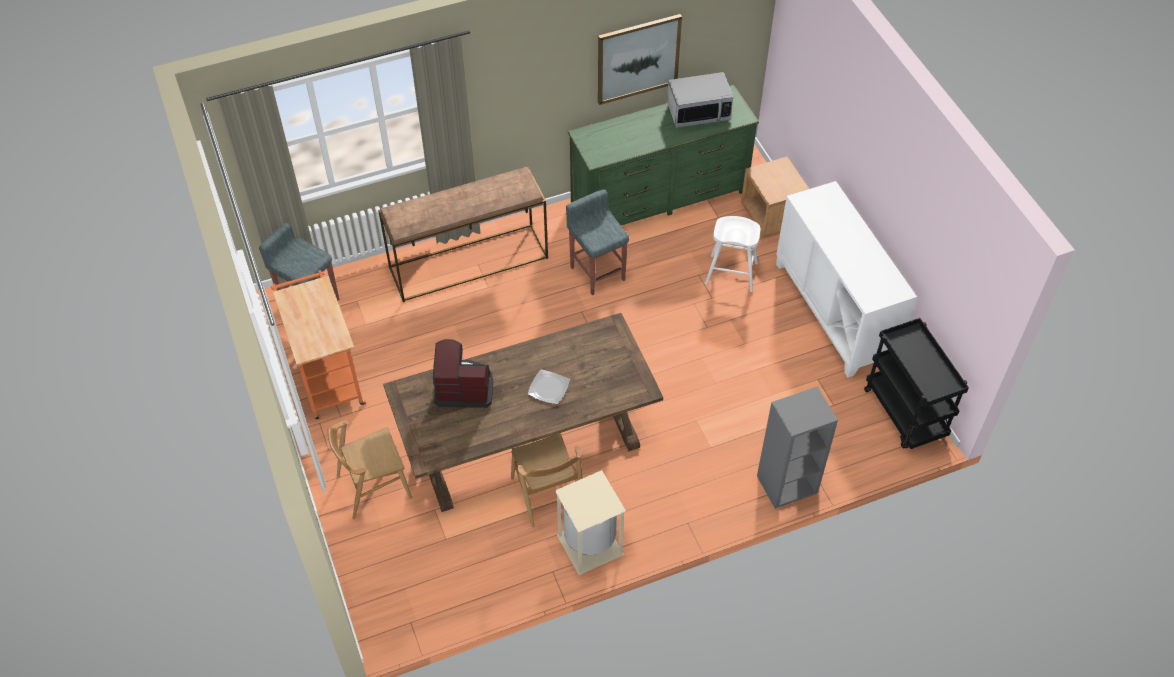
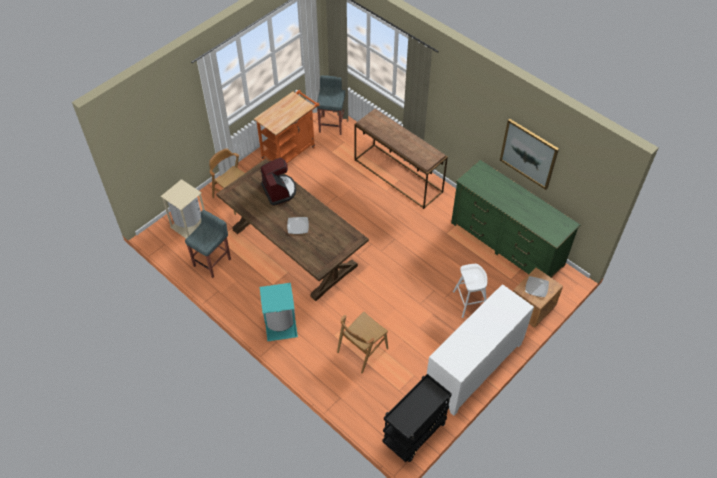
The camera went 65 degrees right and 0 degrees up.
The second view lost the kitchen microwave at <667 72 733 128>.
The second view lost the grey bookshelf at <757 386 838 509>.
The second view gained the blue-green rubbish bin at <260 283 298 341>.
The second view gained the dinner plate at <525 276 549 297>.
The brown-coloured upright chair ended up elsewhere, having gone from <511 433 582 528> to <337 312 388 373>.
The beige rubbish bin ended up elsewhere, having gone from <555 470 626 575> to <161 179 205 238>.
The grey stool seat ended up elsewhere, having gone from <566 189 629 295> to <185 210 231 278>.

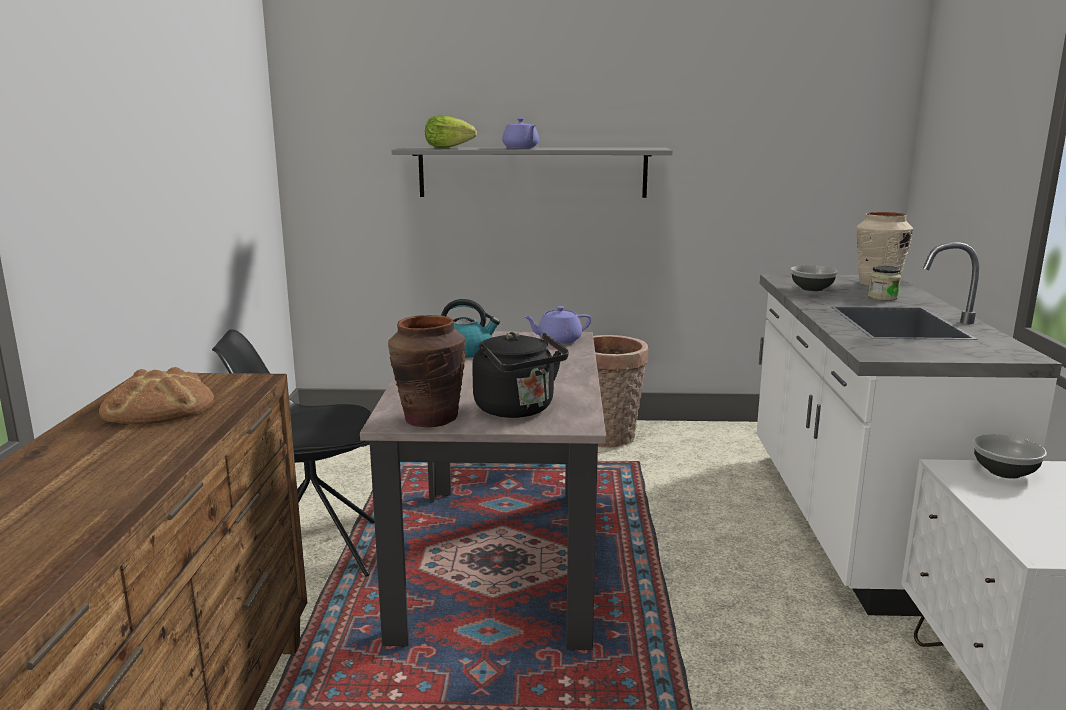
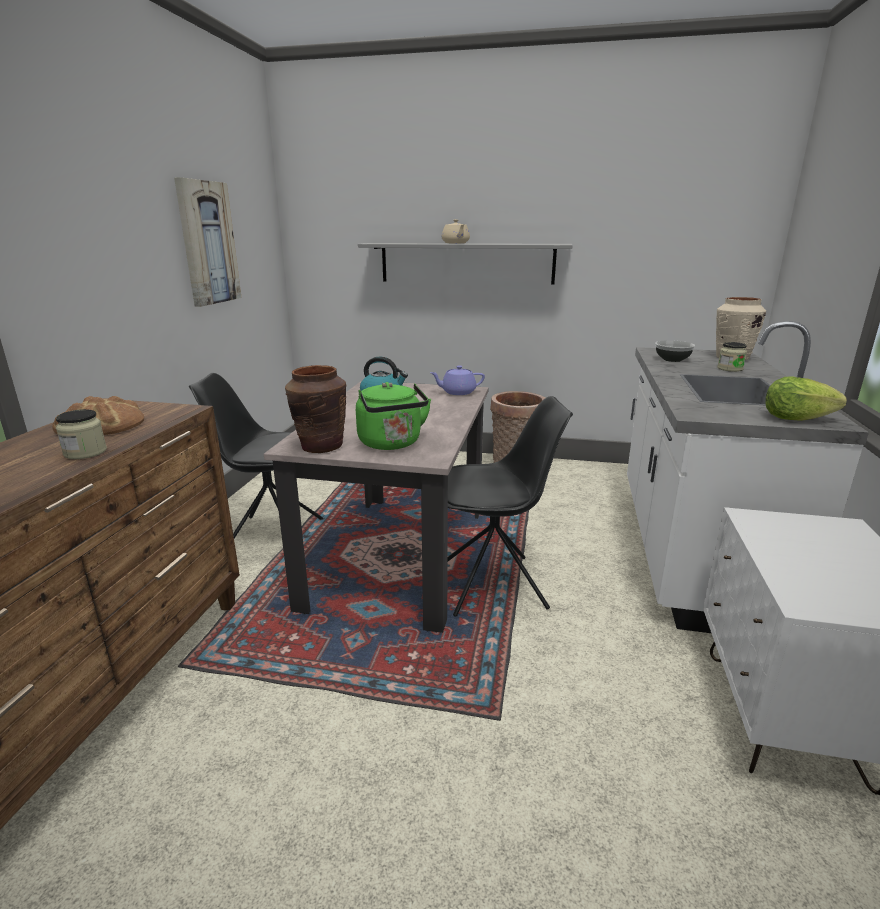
The camera went 10 degrees right and 5 degrees up.
The second view lost the deep dish at <973 434 1047 479>.
The second view gained the jar at <56 409 107 459>.
The second view gained the picture at <174 177 241 307>.
The second view gained the black-coloured upright chair at <448 396 573 617>.
The lettuce ended up elsewhere, having gone from <425 115 477 148> to <766 376 847 421>.
What was the black-coloured kettle at <472 332 569 418> turned into the greenish kettle at <356 382 431 450>.
What was the purple teapot at <502 118 539 148> turned into the beige teapot at <441 219 470 244>.

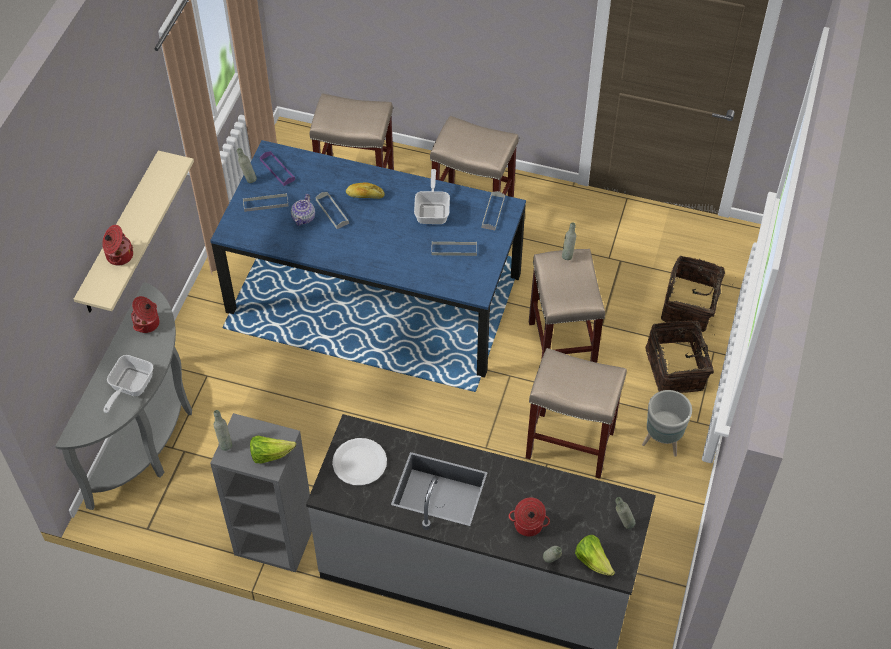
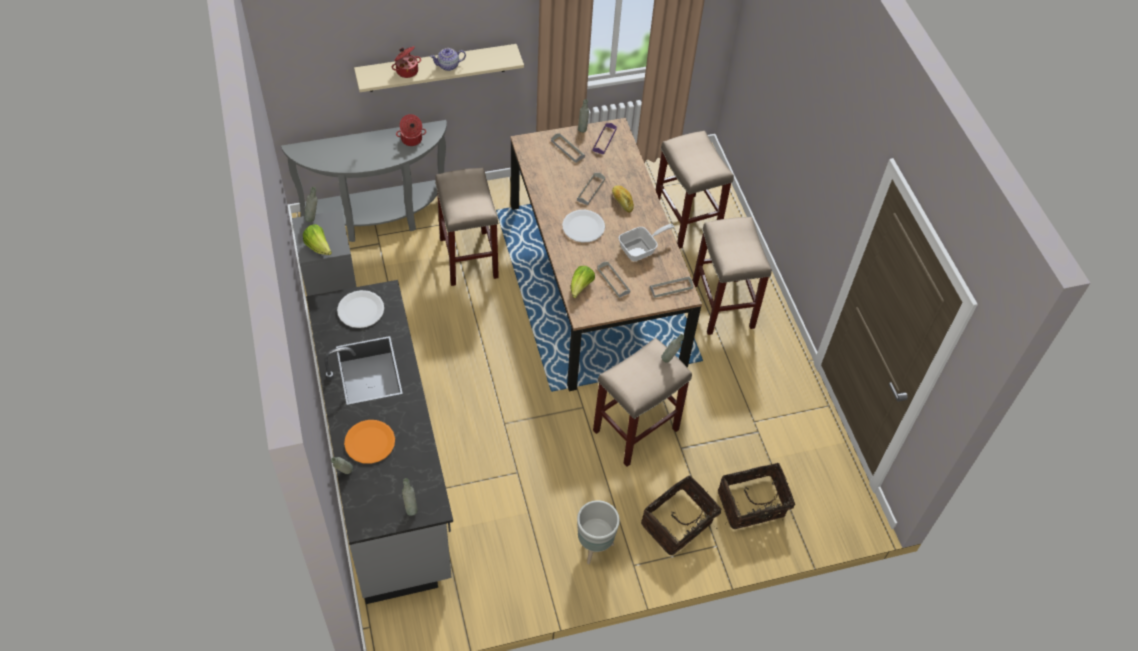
The camera went 55 degrees right and 0 degrees up.
The second view lost the skillet at <103 355 153 413>.
The second view gained the white-coloured dinner plate at <562 210 605 243>.
The teapot ended up elsewhere, having gone from <291 194 315 226> to <430 48 466 71>.
The beige stool seat ended up elsewhere, having gone from <526 348 627 479> to <435 167 499 286>.
The lettuce ended up elsewhere, having gone from <575 535 615 576> to <571 266 595 298>.
Where the saucepot stood at <509 497 550 537>, the orangey dinner plate came to stand at <344 420 395 464>.
What was the bluish dinner table at <210 140 526 378> turned into the brown-coloured dinner table at <510 118 702 391>.

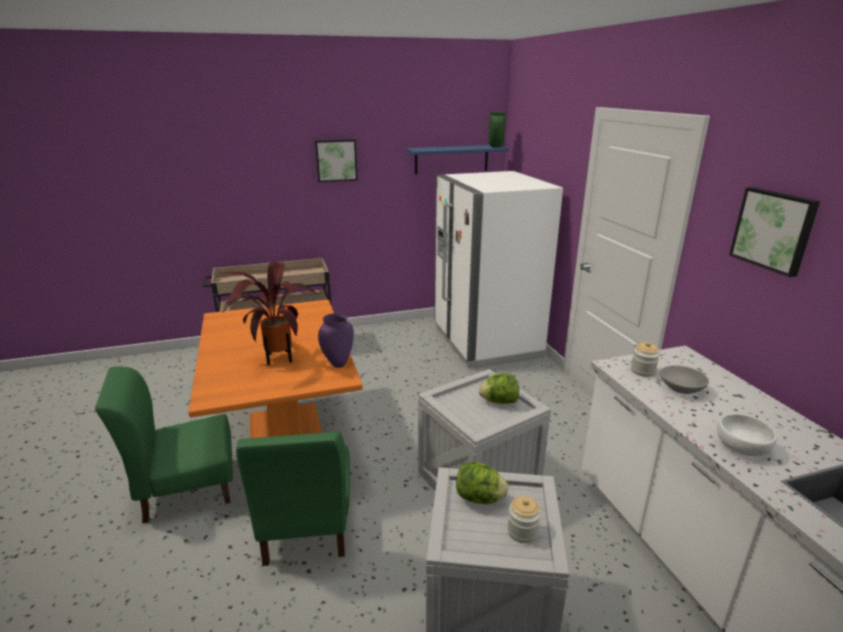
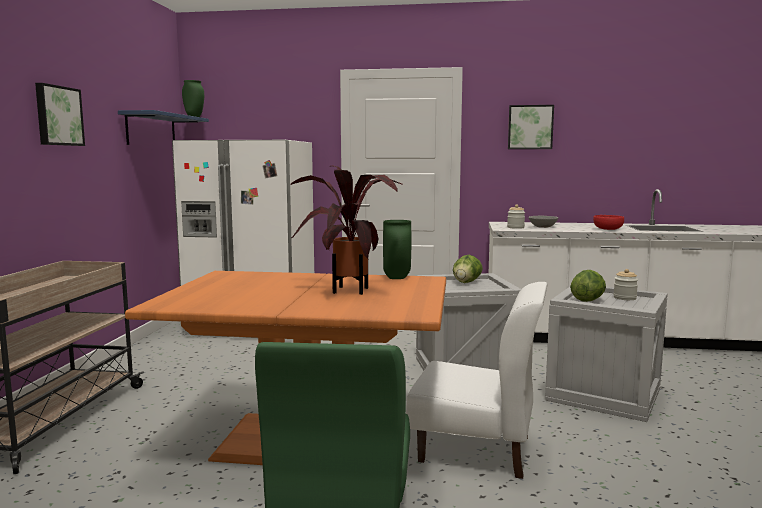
The camera went 65 degrees left and 15 degrees down.
What was the greenish upright chair at <236 432 350 566> turned into the white-coloured upright chair at <406 282 547 479>.
What was the purple decorative vase at <318 313 354 368> turned into the greenish decorative vase at <383 220 412 279>.
What was the white-coloured deep dish at <717 414 777 456> turned into the red deep dish at <593 215 624 230>.

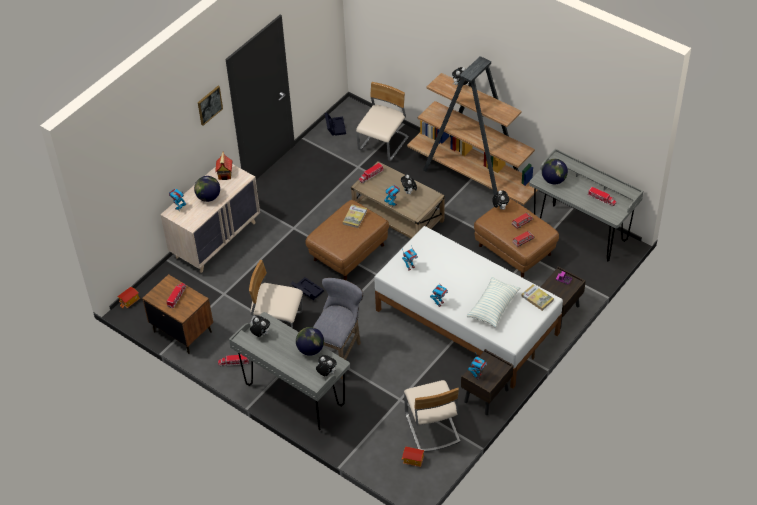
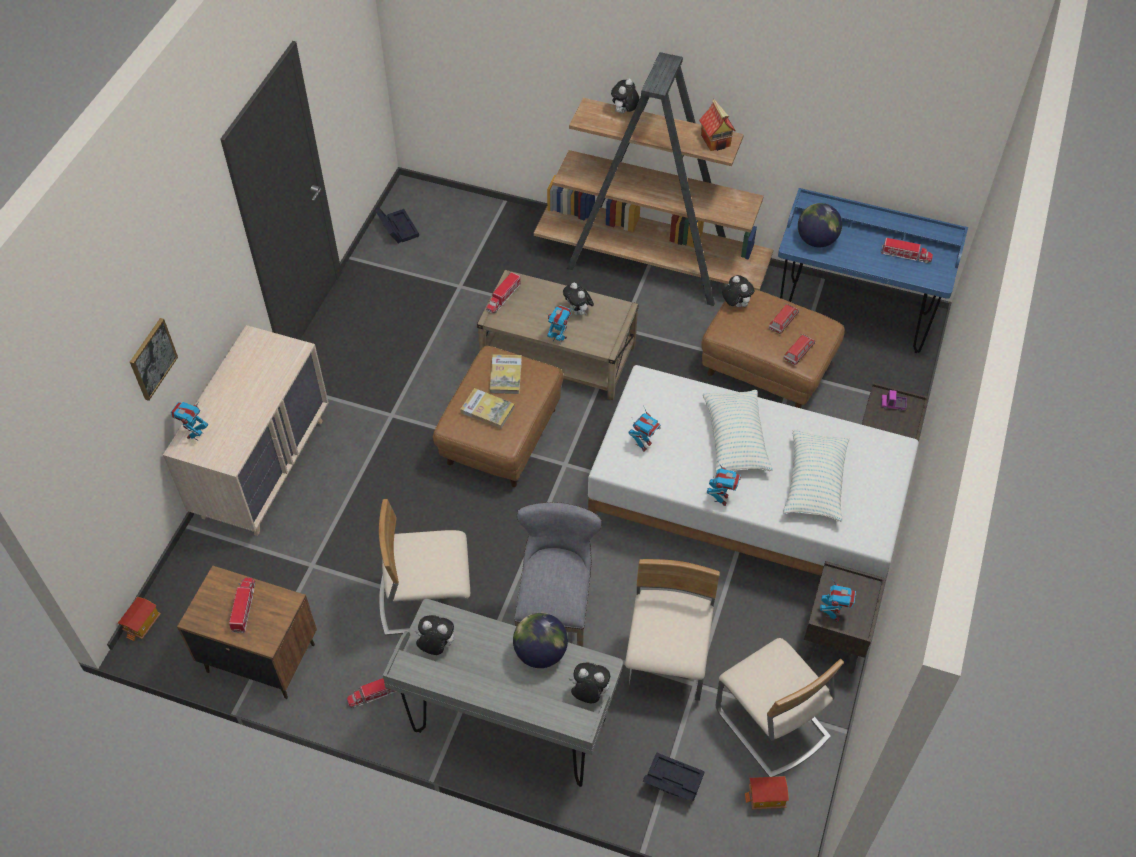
The camera went 20 degrees left and 5 degrees up.
The second view lost the globe at <194 176 220 202>.
The second view gained the pillow at <703 390 773 473>.
The picture ended up elsewhere, having gone from <198 86 223 126> to <130 318 178 401>.
The toy house ended up elsewhere, having gone from <215 152 232 180> to <699 99 736 151>.
The black-coloured storage box ended up elsewhere, having gone from <291 277 324 300> to <643 752 705 801>.
The beige upright chair ended up elsewhere, having gone from <356 82 409 161> to <624 559 720 701>.
The book ended up elsewhere, having gone from <521 284 554 311> to <460 388 515 429>.
What was the grey desk at <529 149 643 261> turned into the bluish desk at <778 188 968 353>.

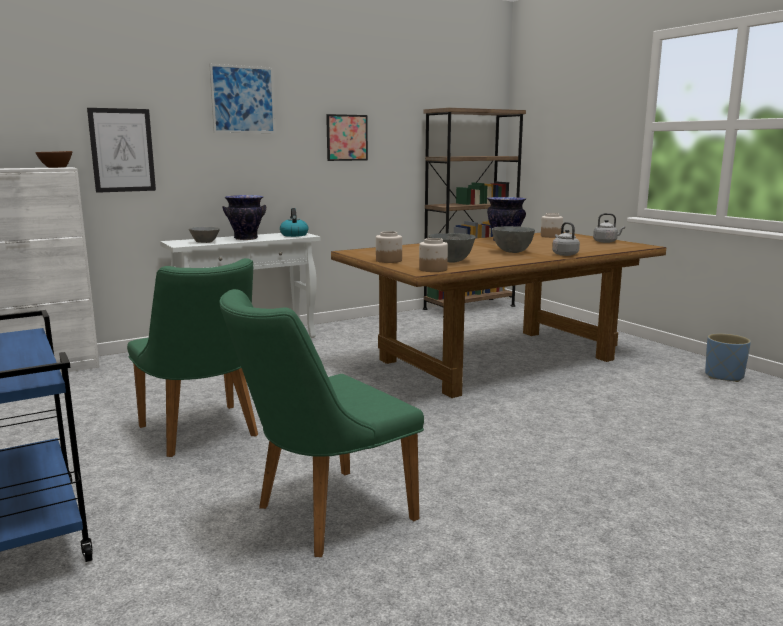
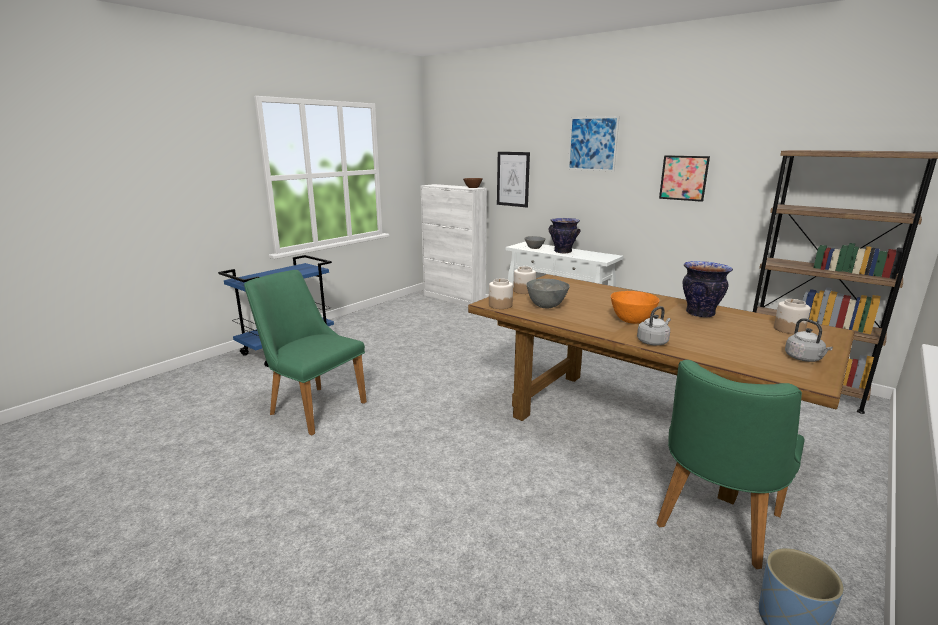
The camera went 70 degrees right and 5 degrees up.
The second view lost the kettle at <280 208 308 237>.
The greenish upright chair ended up elsewhere, having gone from <127 258 258 457> to <656 360 805 569>.
What was the grey deep dish at <492 226 535 253> turned into the orangey deep dish at <611 291 659 324>.

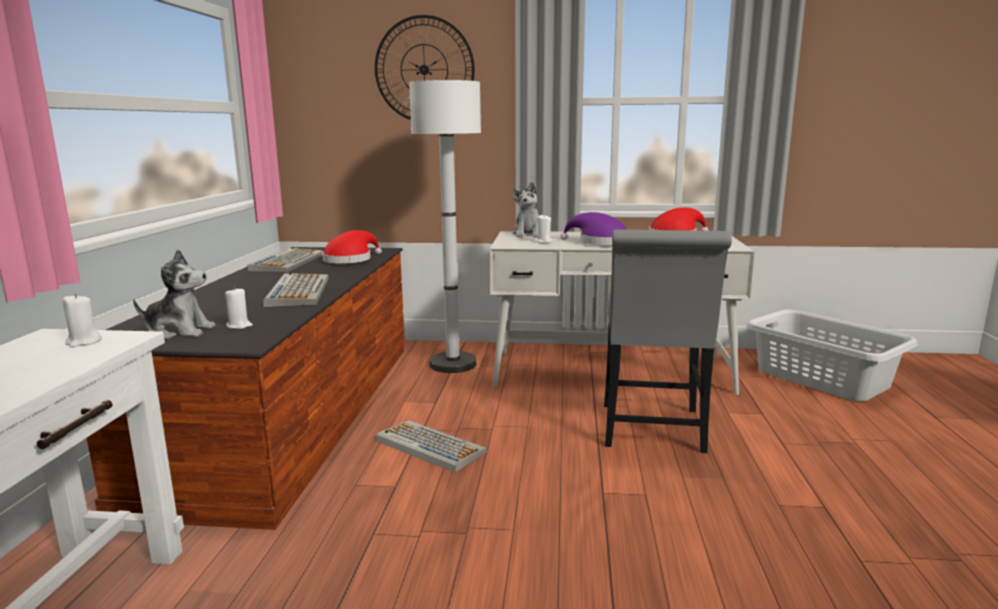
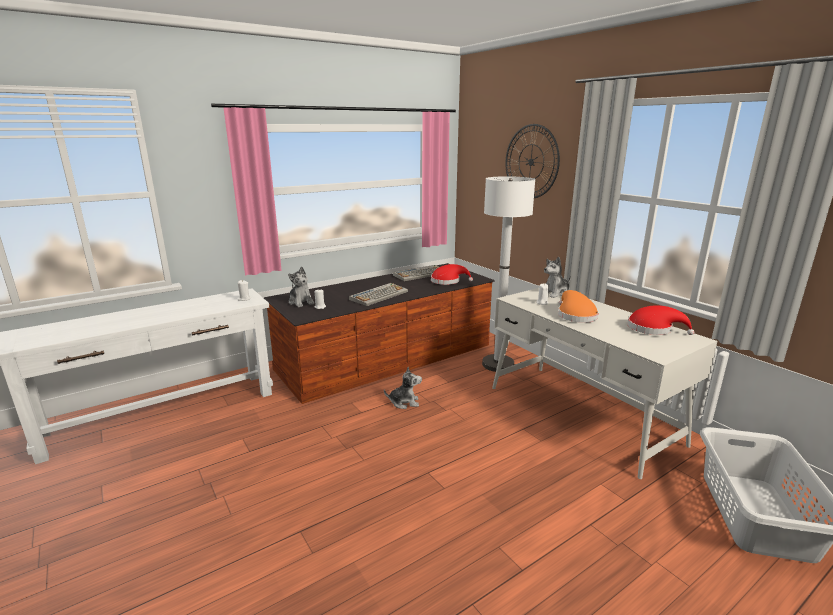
The camera went 50 degrees right and 5 degrees up.
The second view lost the grey upright chair at <604 229 732 453>.
Where the computer keyboard stood at <376 420 487 473>, the plush toy came to stand at <384 367 422 409>.
What was the purple hat at <560 212 626 245> turned into the orangey hat at <558 290 598 323>.

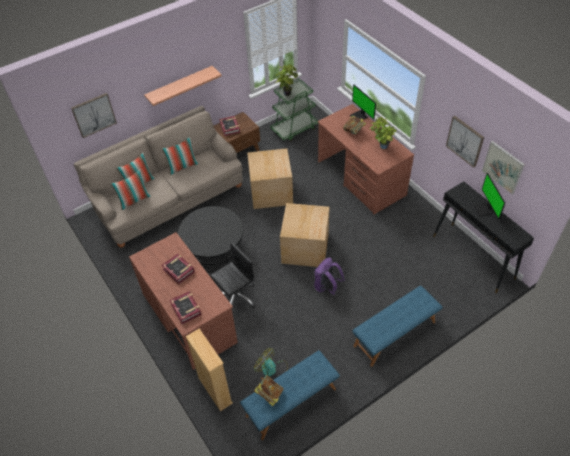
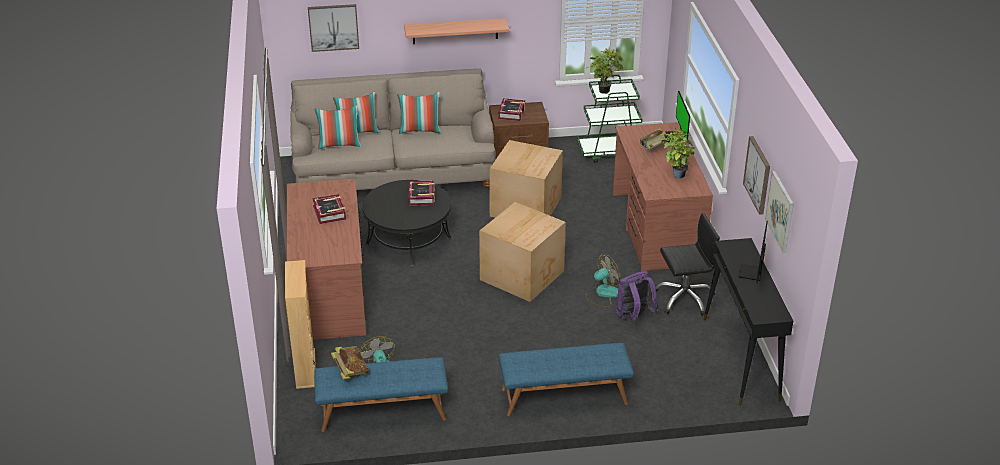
The camera went 25 degrees right and 15 degrees down.
The second view gained the fan at <585 255 621 307>.
The book ended up elsewhere, having gone from <170 291 202 324> to <409 181 435 206>.
The black-coloured desk chair ended up elsewhere, having gone from <210 242 256 308> to <655 213 720 316>.
The purple knapsack ended up elsewhere, having gone from <314 258 345 295> to <617 271 659 322>.

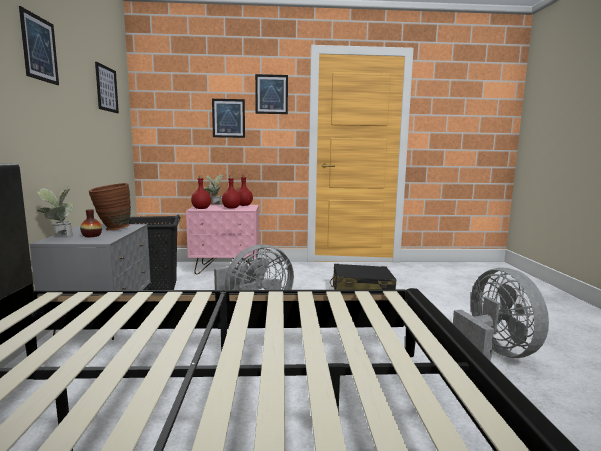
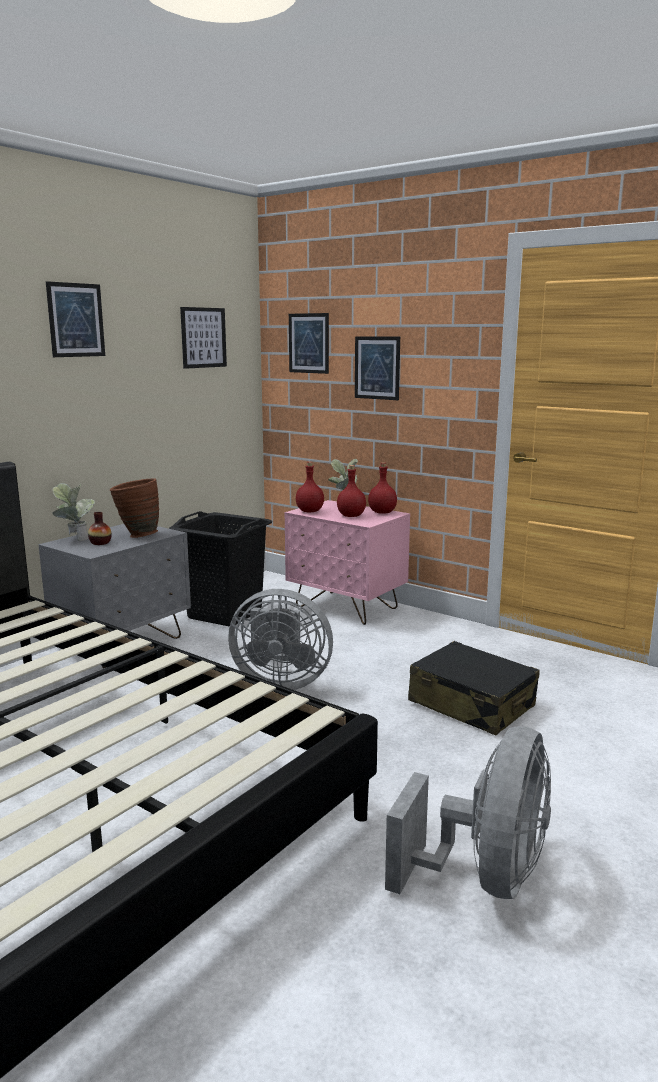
The camera went 40 degrees right and 5 degrees up.
The picture ended up elsewhere, having gone from <255 74 288 114> to <289 313 329 374>.

